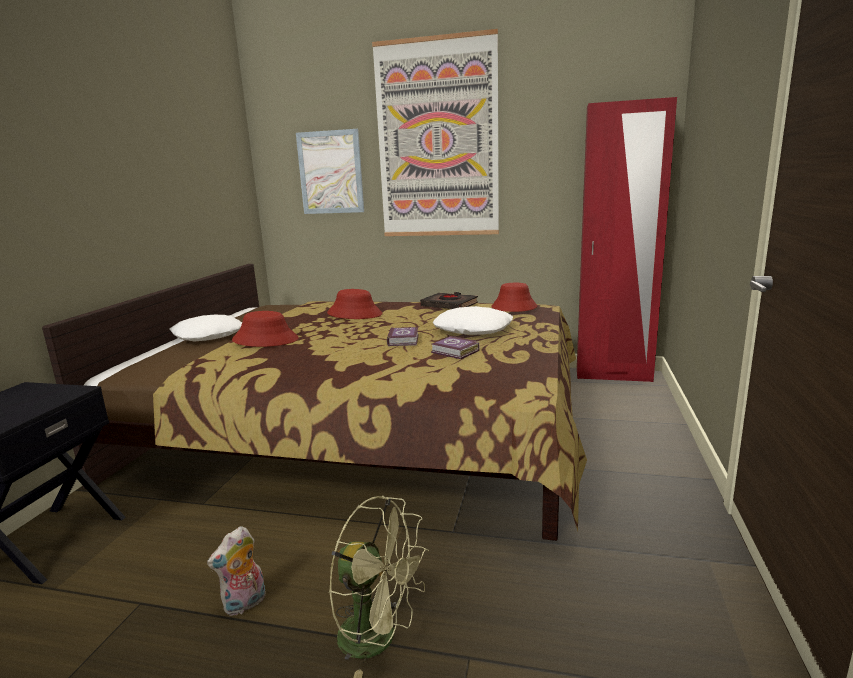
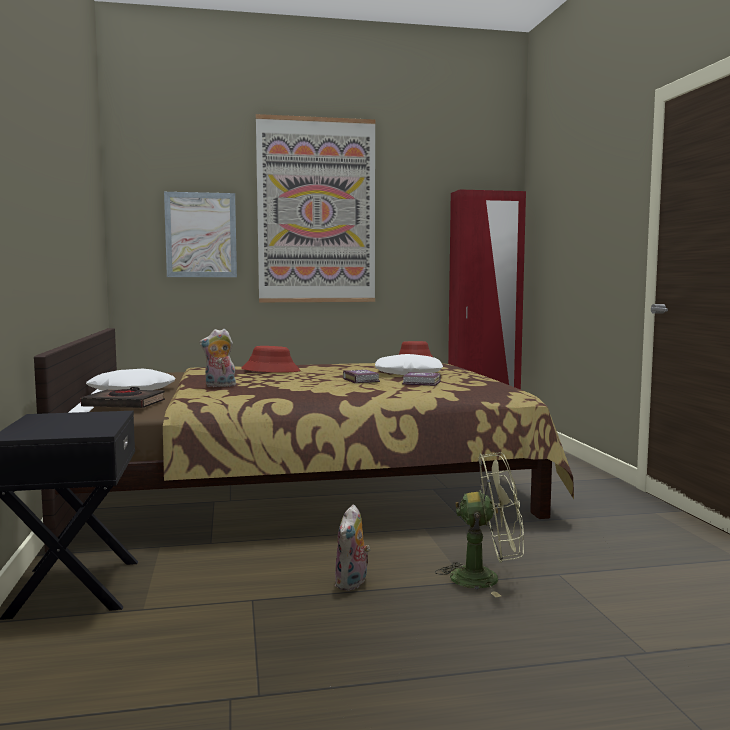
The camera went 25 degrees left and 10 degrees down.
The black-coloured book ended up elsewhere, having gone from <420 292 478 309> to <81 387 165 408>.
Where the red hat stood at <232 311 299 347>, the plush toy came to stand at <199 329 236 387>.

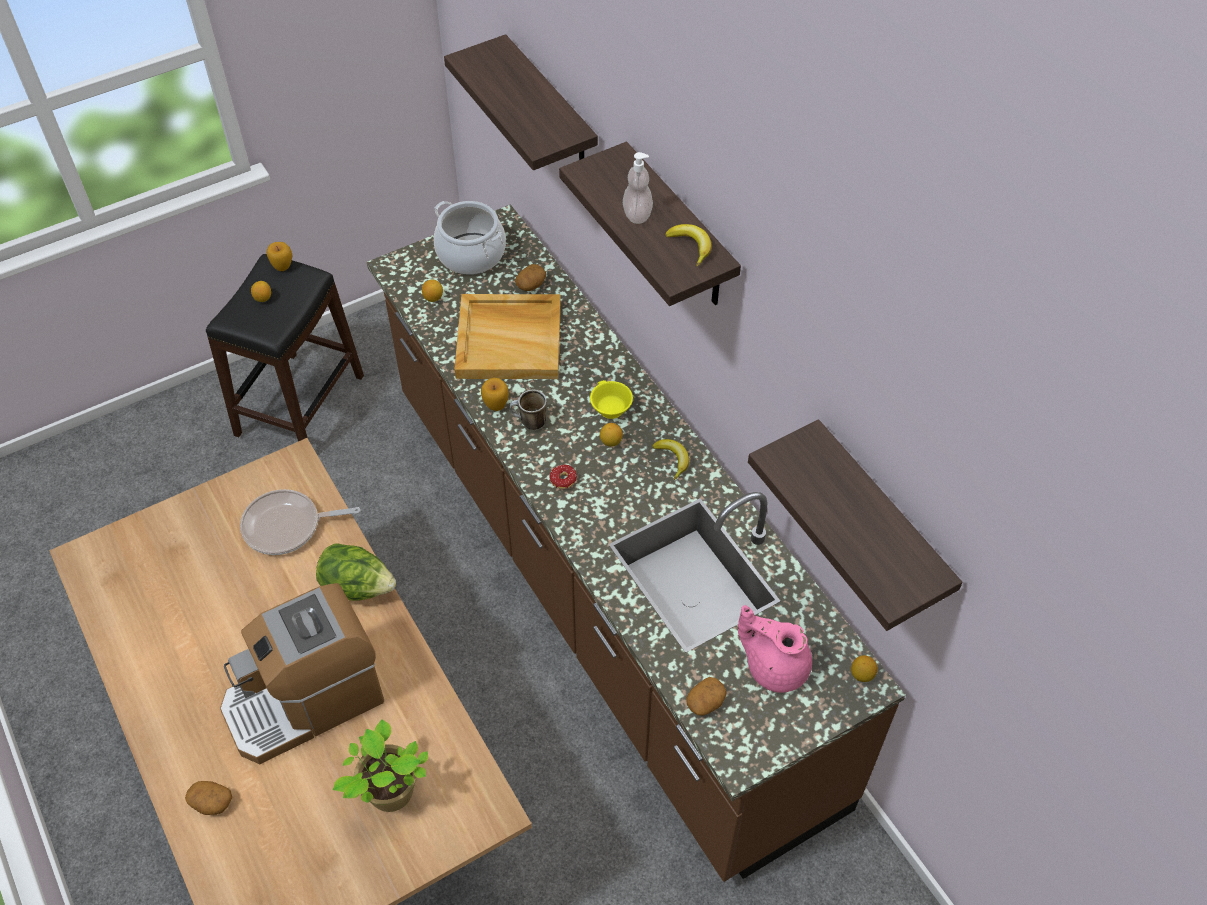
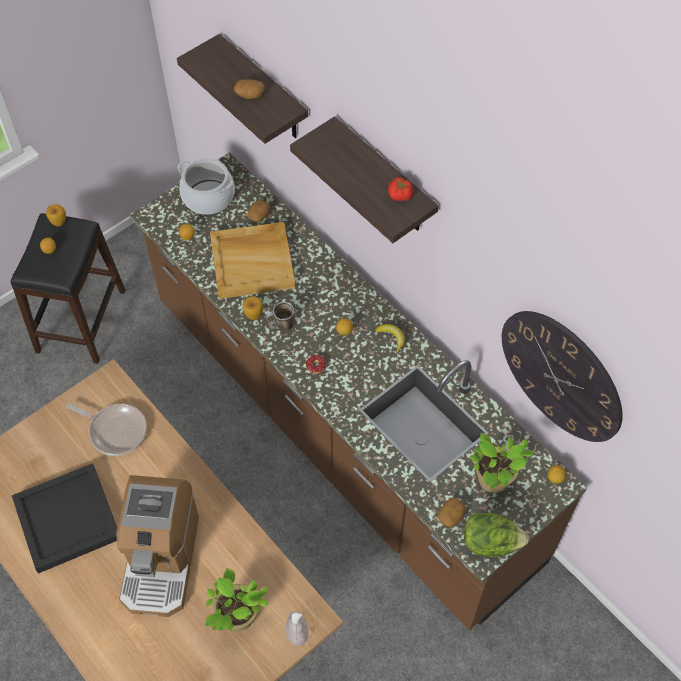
The camera went 10 degrees left and 5 degrees up.
The second view lost the yellowish drinking cup at <590 380 633 419>.
The second view gained the black-coloured serving tray at <12 463 117 574>.
The spud ended up elsewhere, having gone from <185 781 232 815> to <234 79 265 99>.
The lettuce ended up elsewhere, having gone from <316 543 396 601> to <464 513 529 557>.
The liquid soap bottle ended up elsewhere, having gone from <623 152 653 224> to <286 611 308 646>.
Where the banana fruit stood at <665 224 712 267>, the fresh tomato came to stand at <388 177 413 201>.
Where the pinkish teapot stood at <738 605 812 693>, the plant in a pot came to stand at <470 433 534 493>.
Where the wall shelf hung at <748 420 963 631>, the wall clock came to hang at <502 311 623 442>.
The coffee maker at <220 583 384 764> ended up facing another way, 45 degrees counterclockwise from before.
The skillet at <240 489 360 555> ended up facing another way, 135 degrees counterclockwise from before.

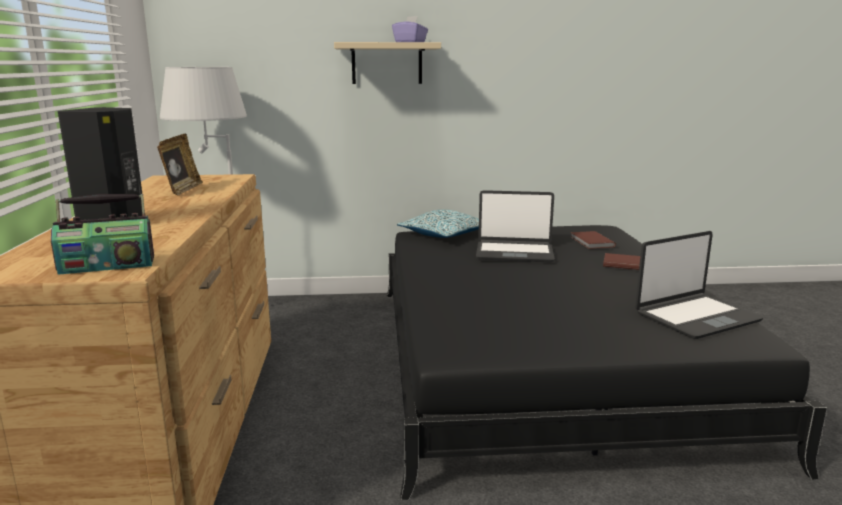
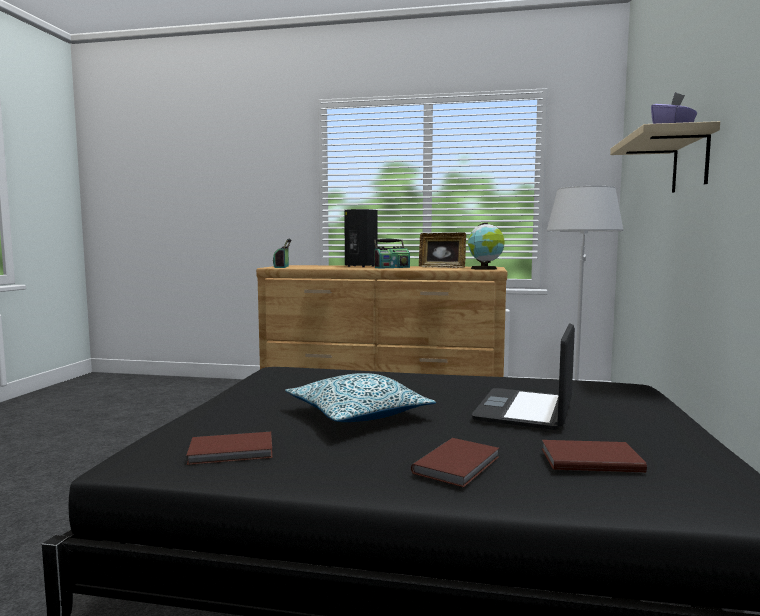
The camera went 105 degrees right and 10 degrees down.
The second view gained the radio receiver at <374 238 410 269>.
The second view gained the globe at <468 223 505 270>.
The pillow ended up elsewhere, having gone from <397 209 479 238> to <285 373 436 422>.
Where the portable computer stood at <635 231 763 339>, the brown-coloured book came to stand at <186 432 273 465>.

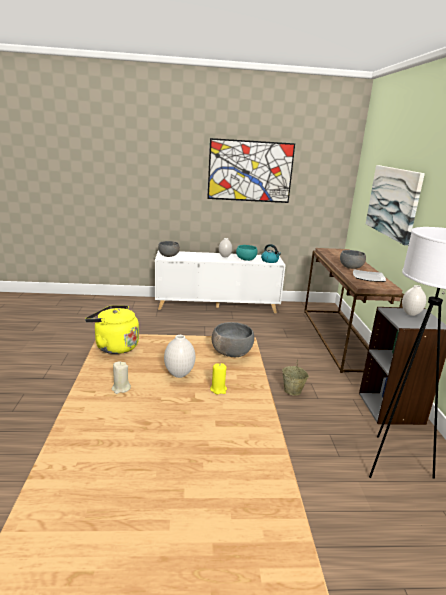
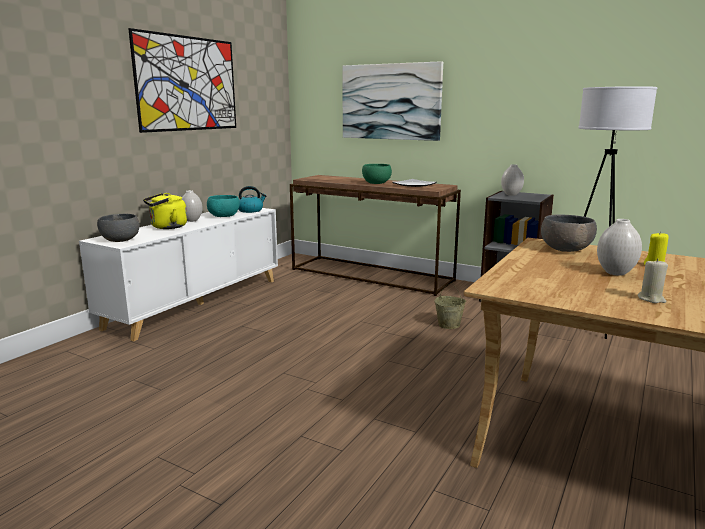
The camera went 55 degrees left and 5 degrees down.
The yellowish kettle ended up elsewhere, having gone from <85 305 139 354> to <143 193 187 229>.
What was the grey deep dish at <340 250 366 269> turned into the greenish deep dish at <362 164 392 184>.

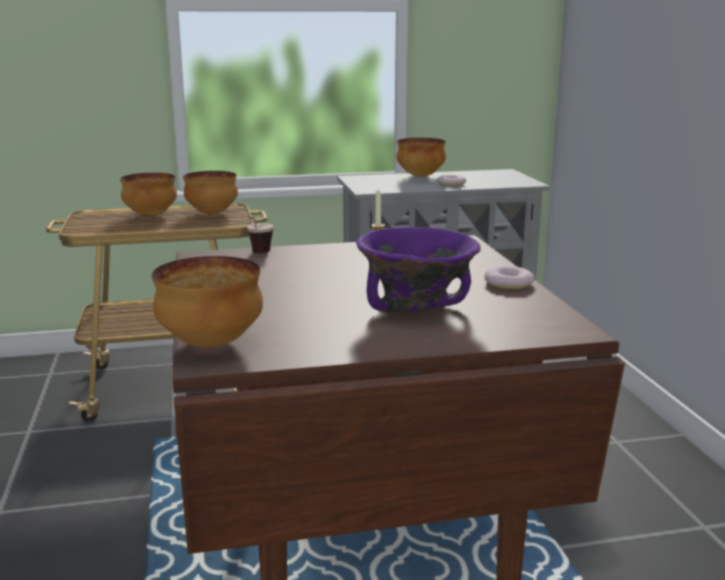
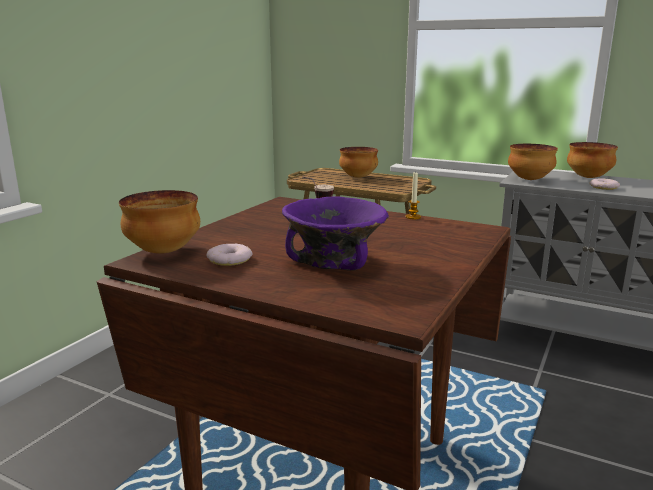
The camera went 40 degrees right and 0 degrees up.
The deep dish ended up elsewhere, having gone from <183 171 238 214> to <508 144 558 180>.
The doughnut ended up elsewhere, having gone from <484 266 534 289> to <207 244 253 266>.

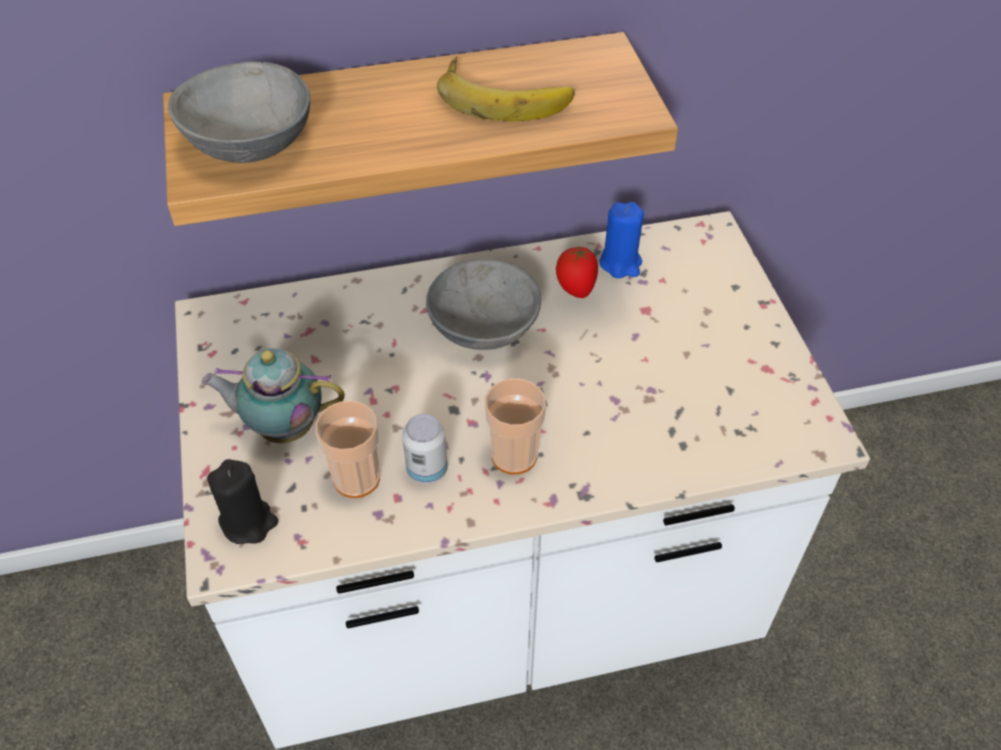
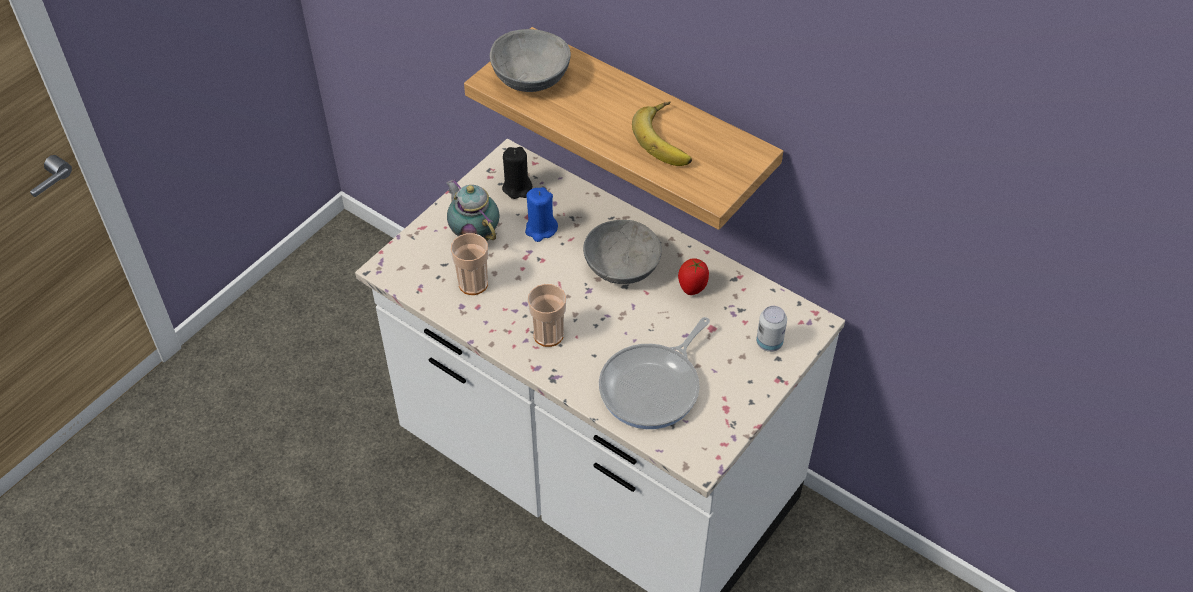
The camera went 50 degrees right and 0 degrees up.
The second view gained the skillet at <599 317 710 429>.
The black-coloured wax light ended up elsewhere, having gone from <207 459 278 544> to <502 147 532 199>.
The metal can ended up elsewhere, having gone from <402 414 448 484> to <756 306 787 352>.
The bluish wax light ended up elsewhere, having gone from <600 202 644 278> to <525 187 558 242>.

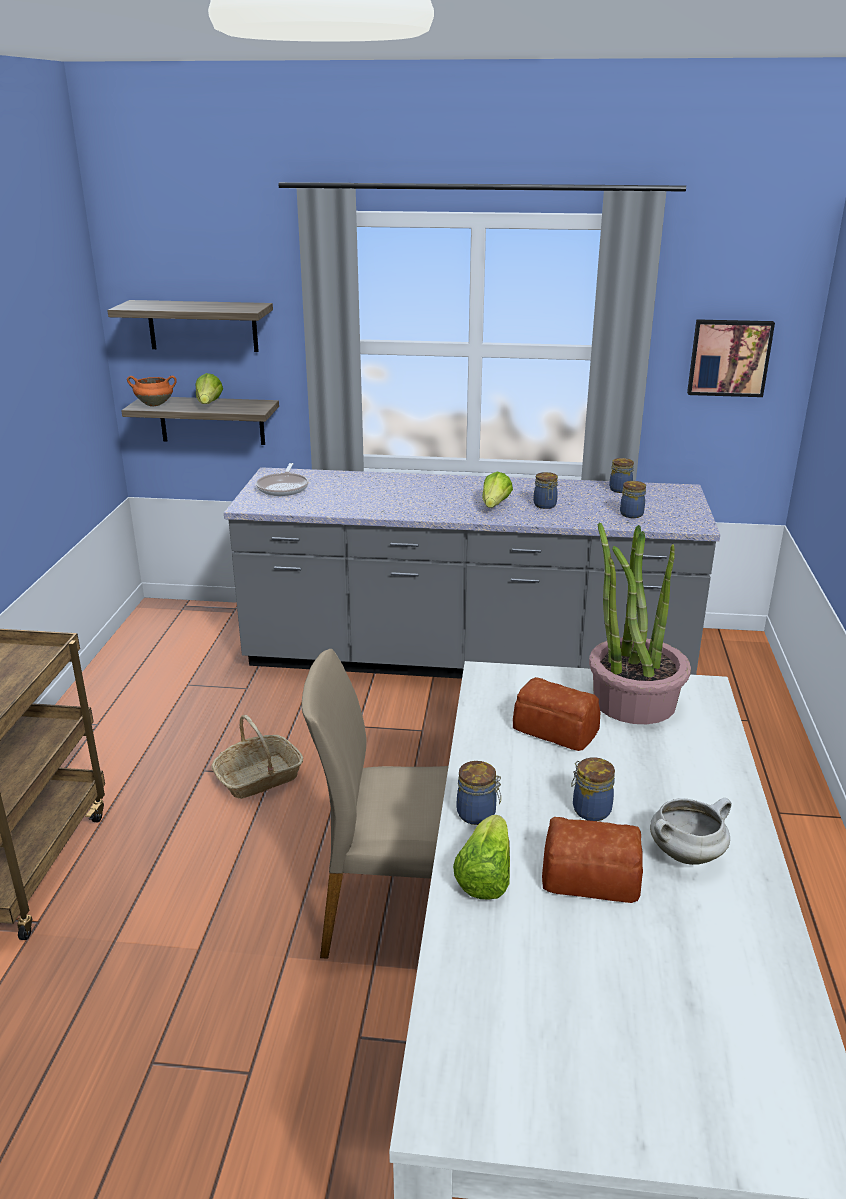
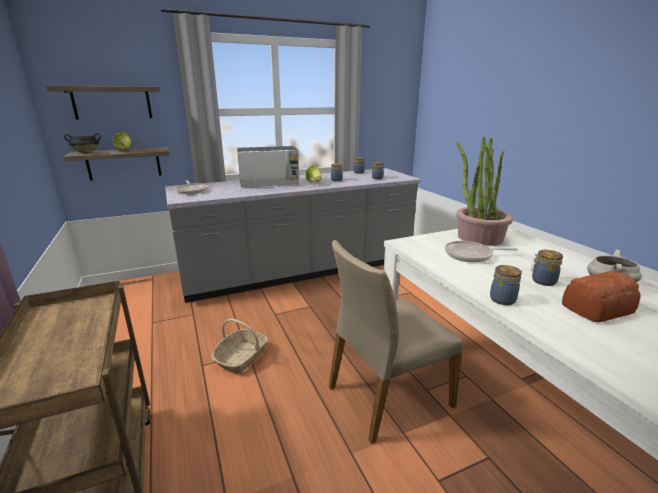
The camera went 30 degrees left and 5 degrees down.
The second view lost the lettuce at <453 815 510 900>.
The second view lost the picture at <687 319 775 397>.
The second view gained the kitchen microwave at <237 146 299 187>.
Where the baked bread stood at <513 677 600 751>, the skillet came to stand at <445 241 518 263>.
What was the orangey saucepot at <127 376 177 407> turned into the black-coloured saucepot at <64 133 101 154>.

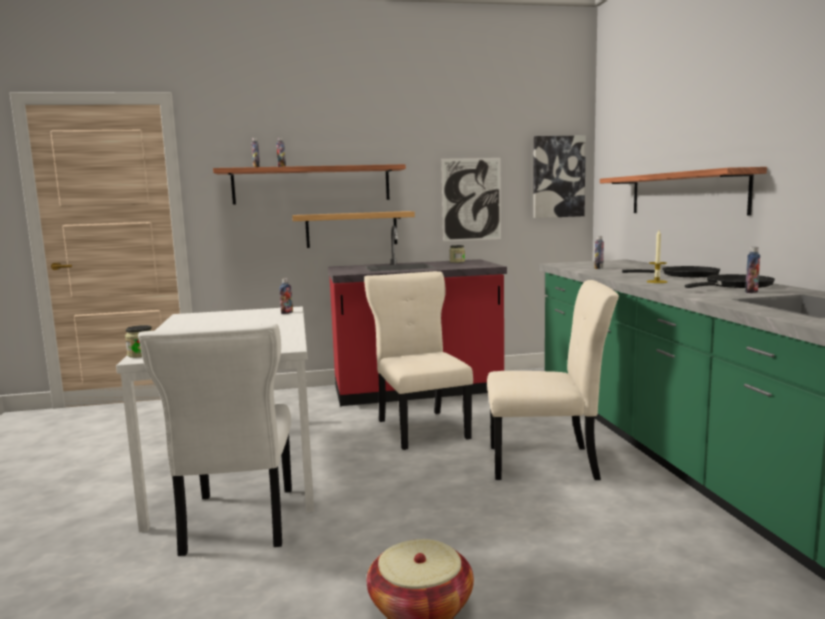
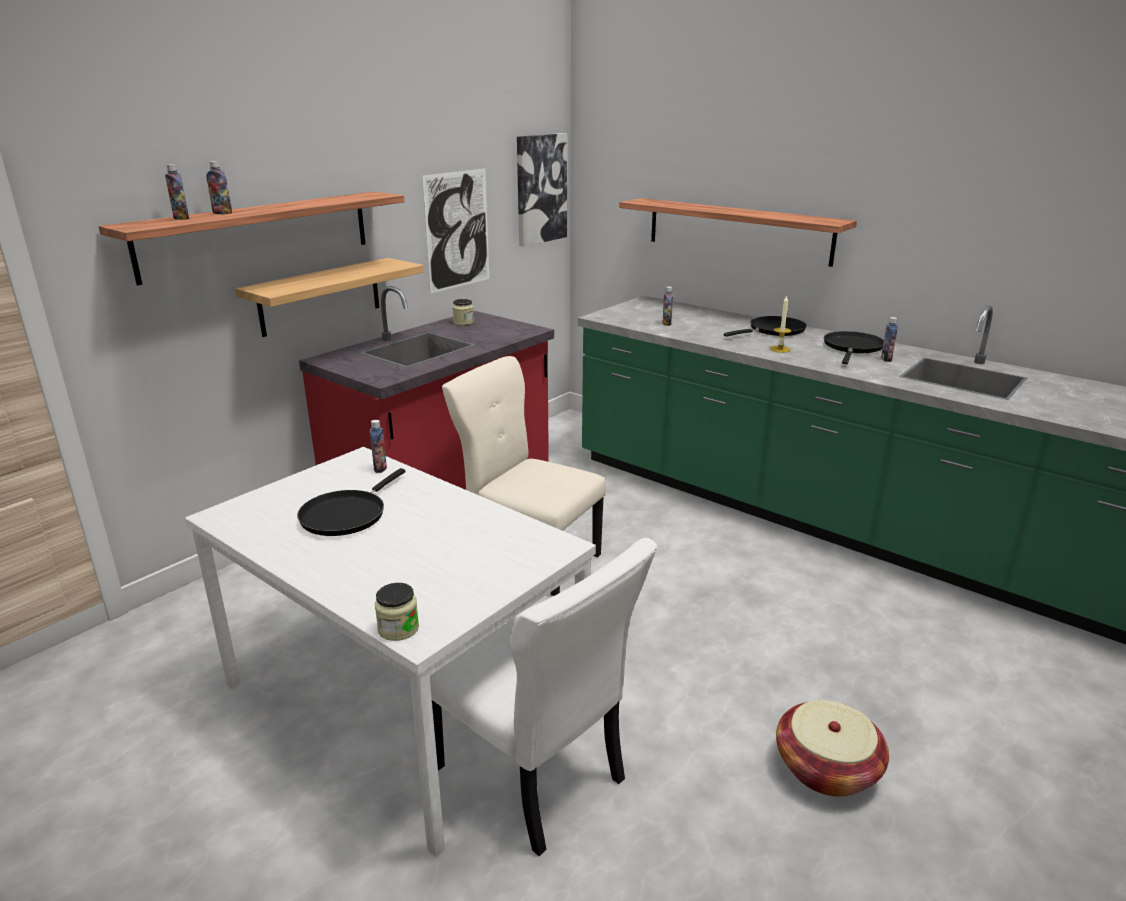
The camera went 40 degrees left and 15 degrees up.
The second view lost the beige upright chair at <487 280 619 480>.
The second view gained the black-coloured skillet at <297 468 406 536>.

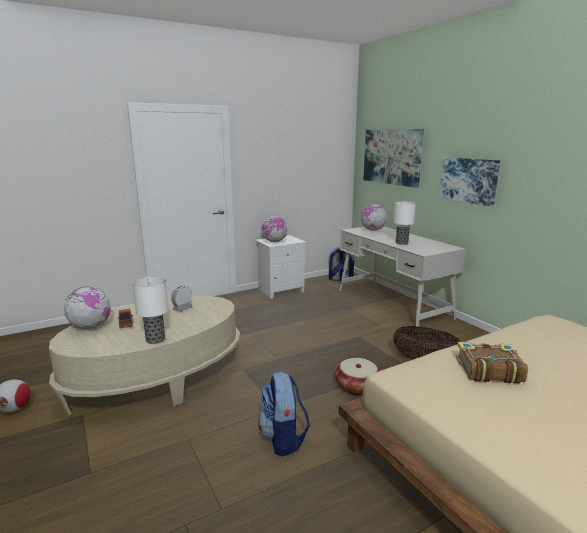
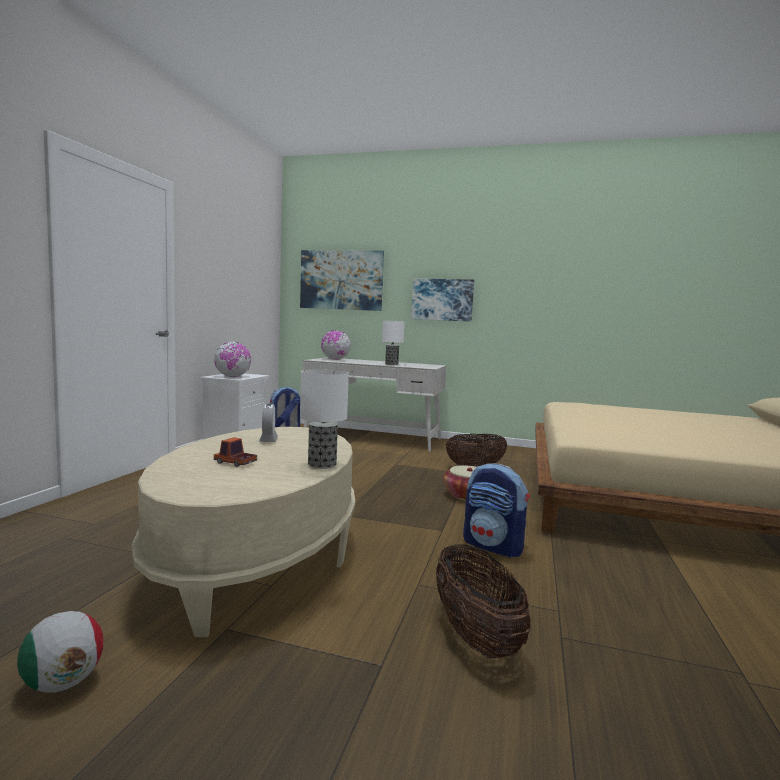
The camera went 45 degrees left and 10 degrees down.
The second view lost the globe at <64 287 111 329>.
The second view lost the book at <456 342 528 383>.
The second view gained the household basket at <436 544 531 658>.

